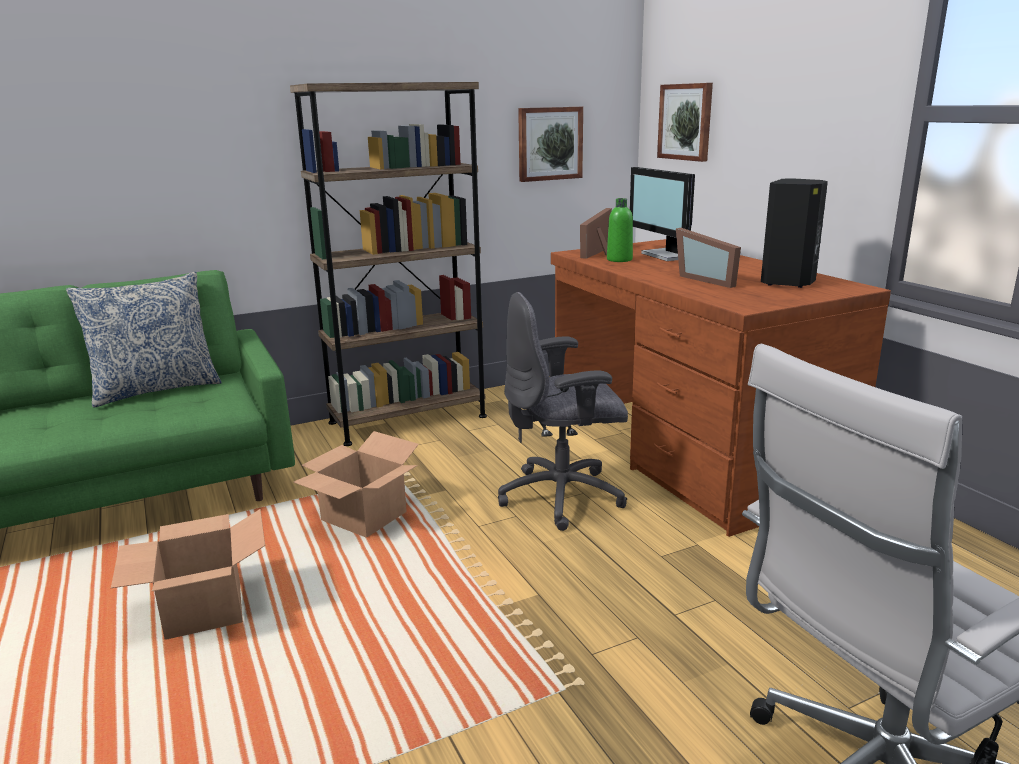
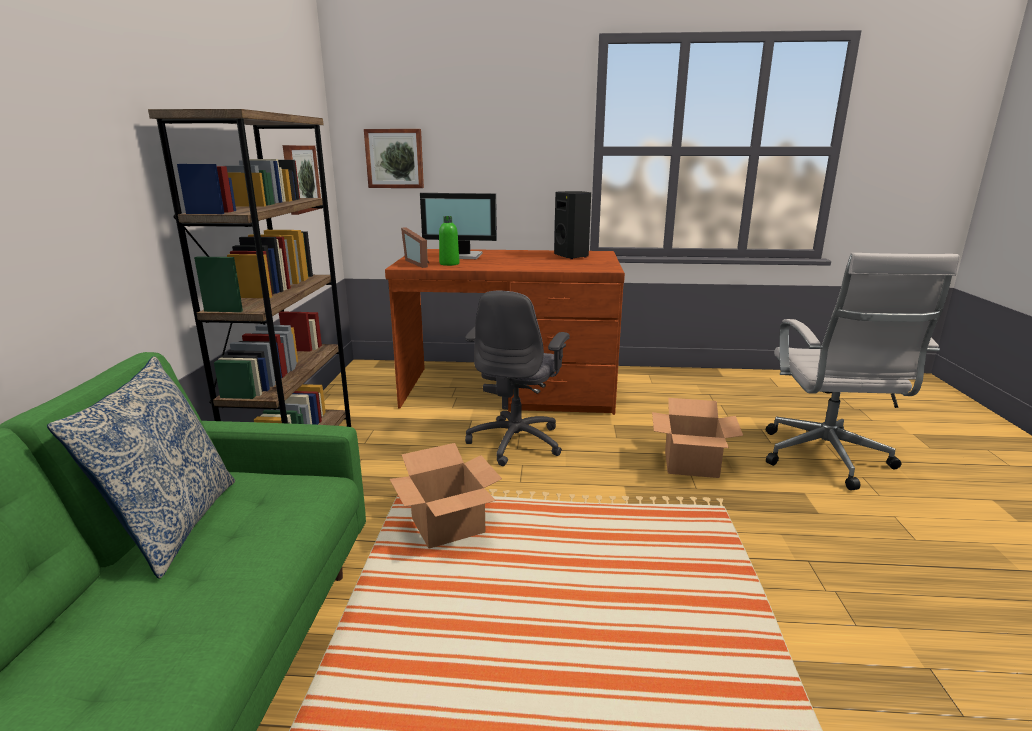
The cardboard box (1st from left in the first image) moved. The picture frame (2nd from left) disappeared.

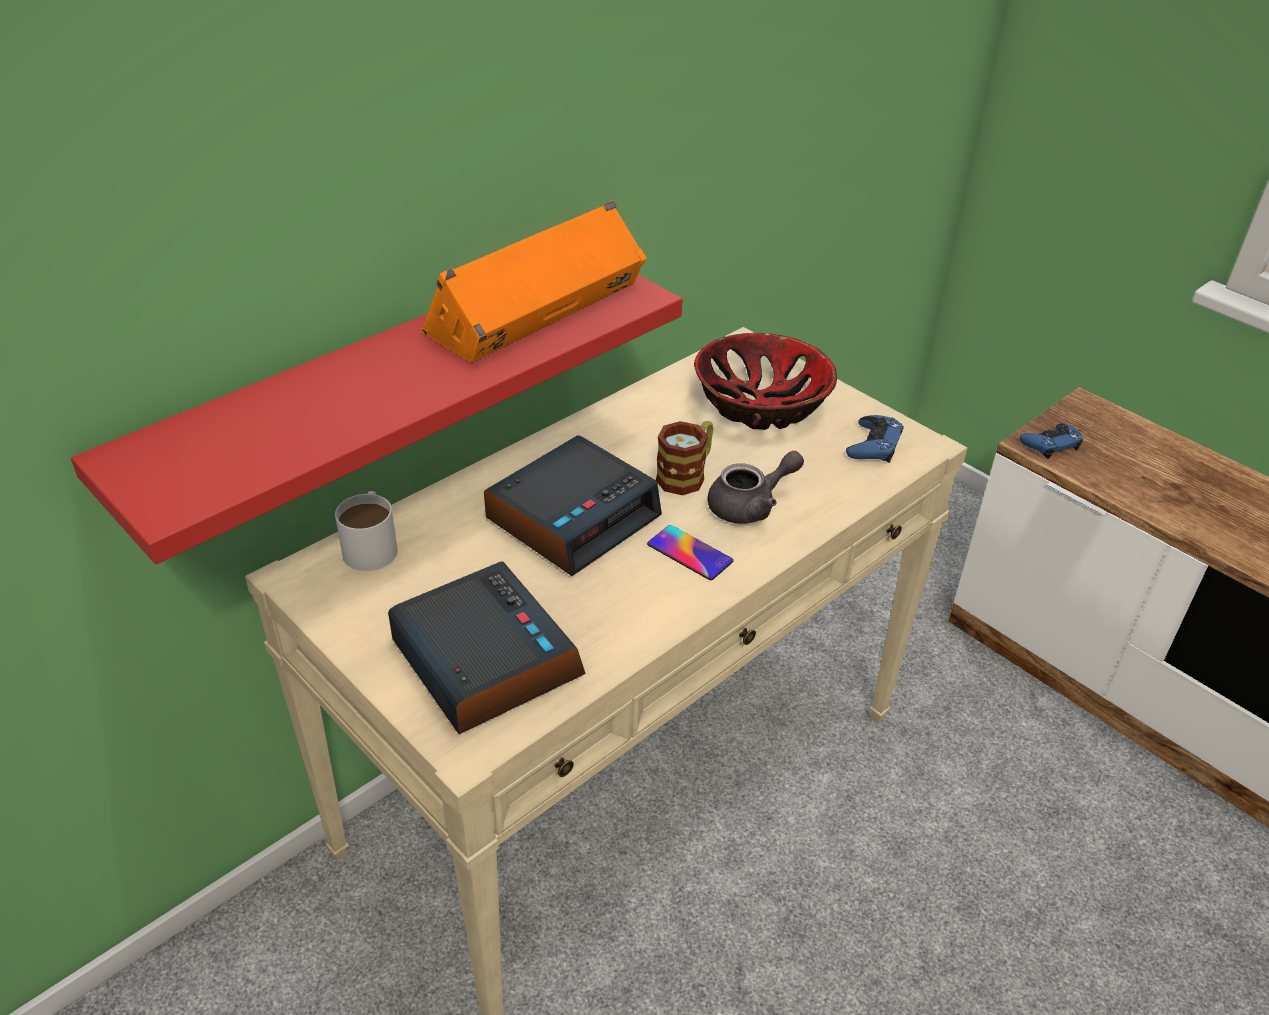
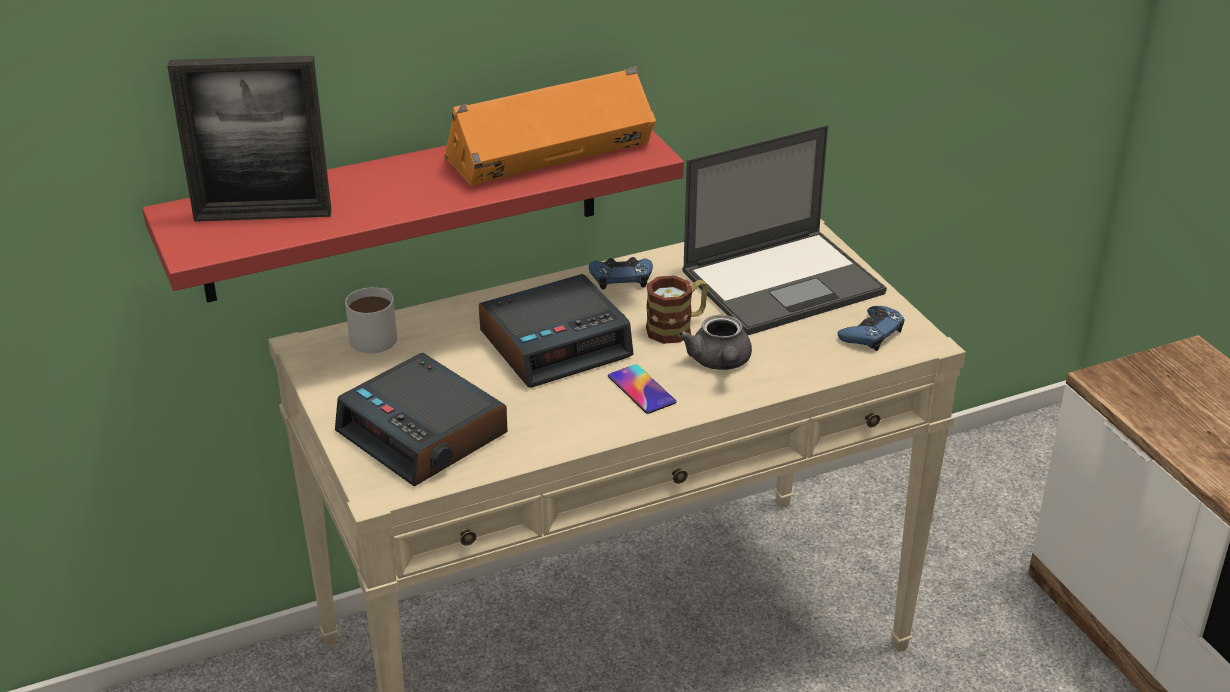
The alarm clock (1st from left) turned 150 degrees clockwise. The bowl was replaced by the laptop. The teapot (grey) turned 90 degrees clockwise. The game controller (blue) (2nd from left in the first image) moved. The picture frame appeared.

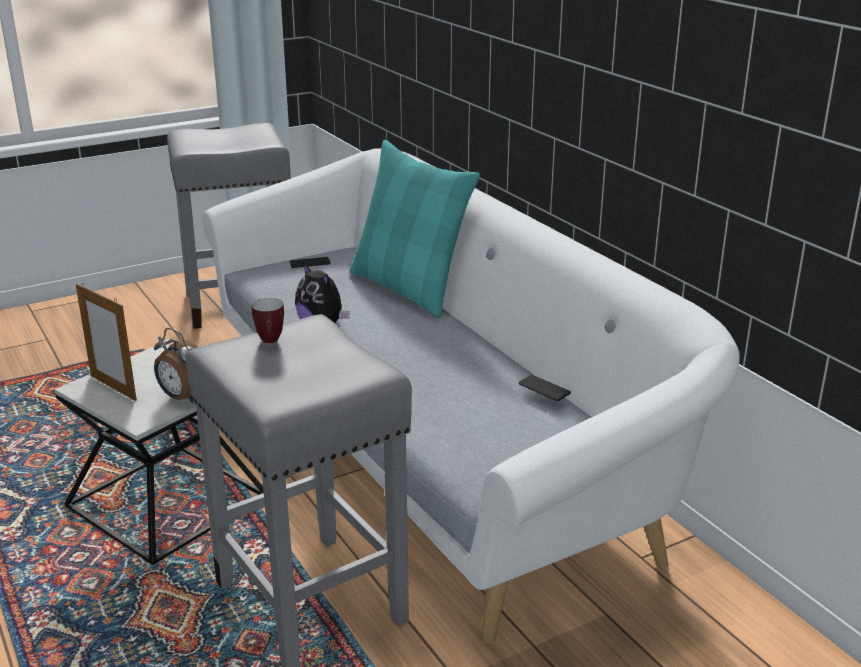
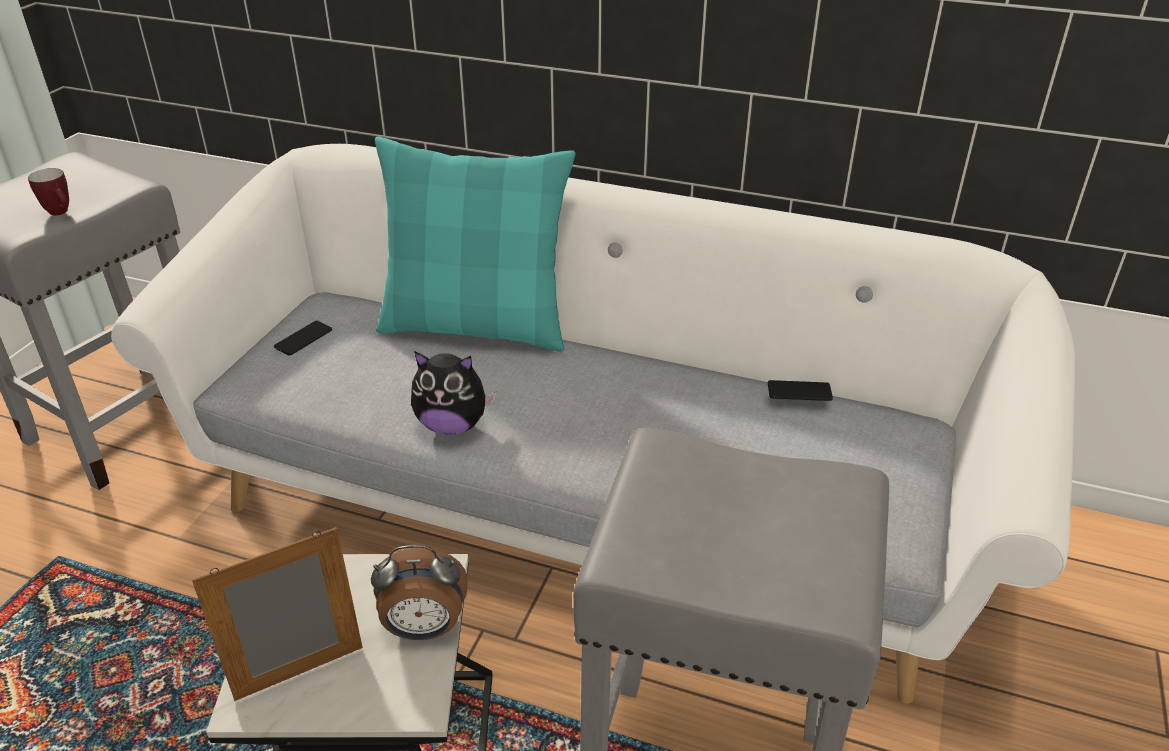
The picture frame turned 150 degrees clockwise. The mug moved.

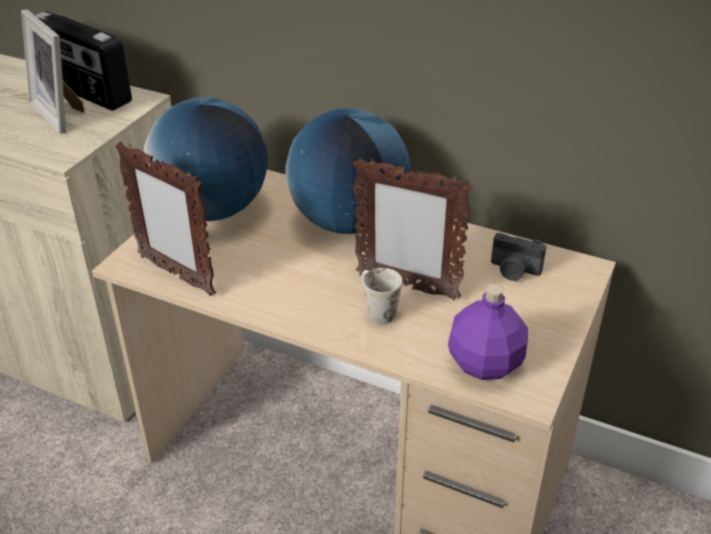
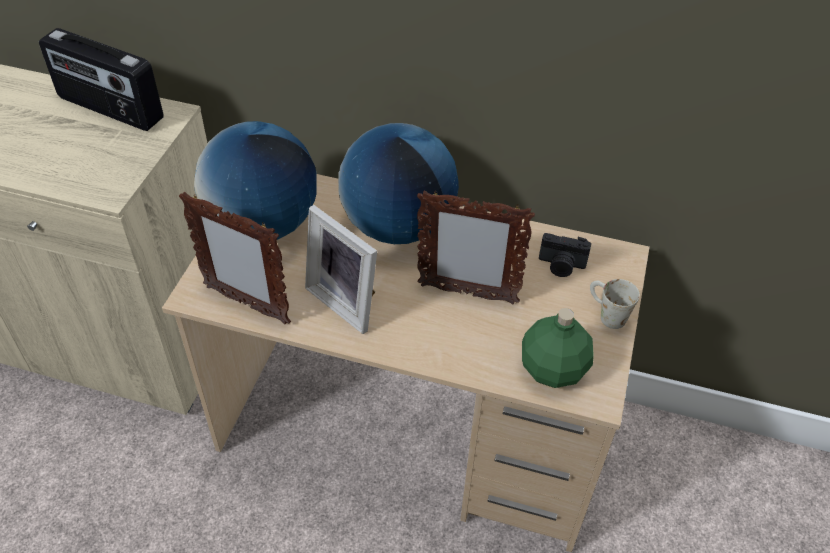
The picture frame (1st from left in the first image) moved. The mug (white) moved. The bottle (purple) became the bottle (green).

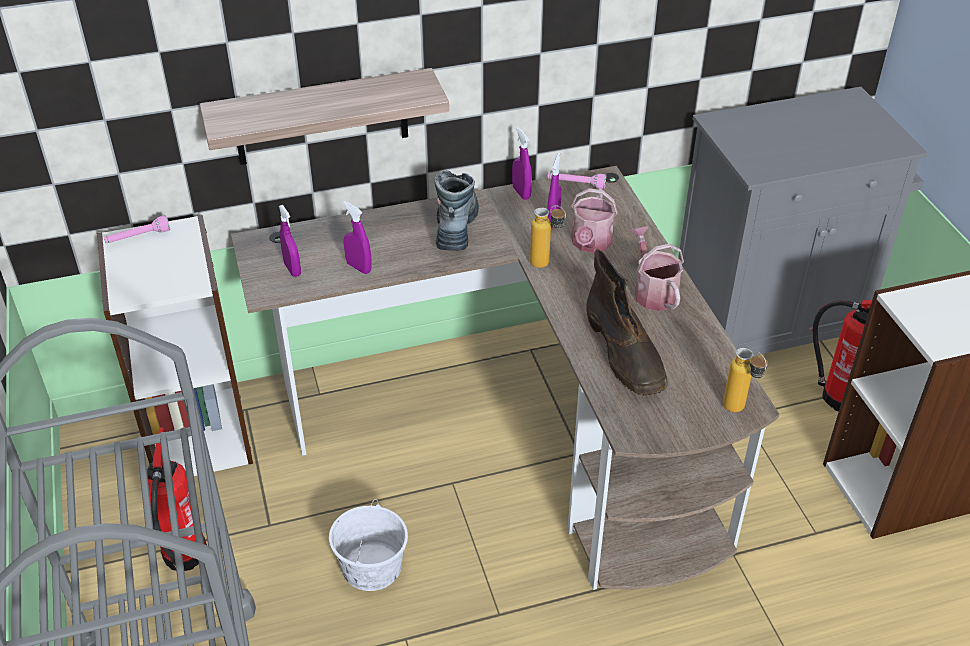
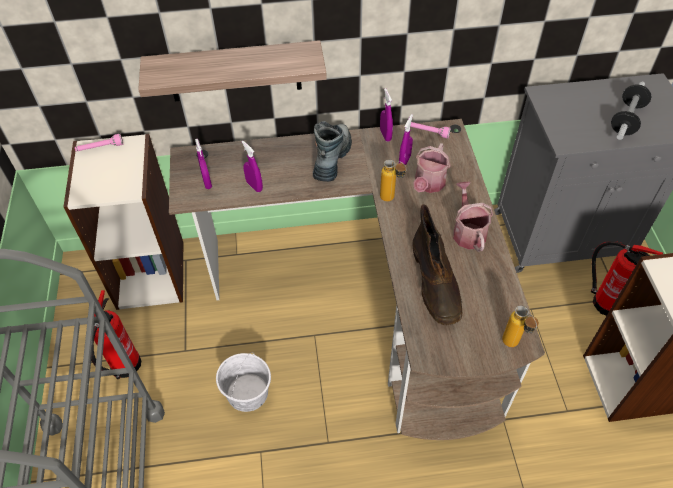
The dumbbell appeared.

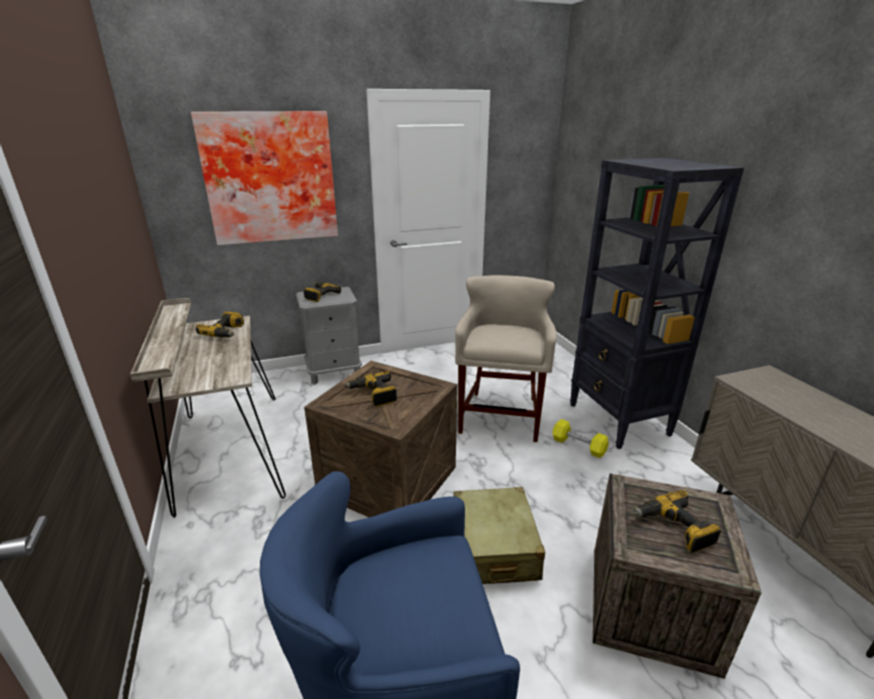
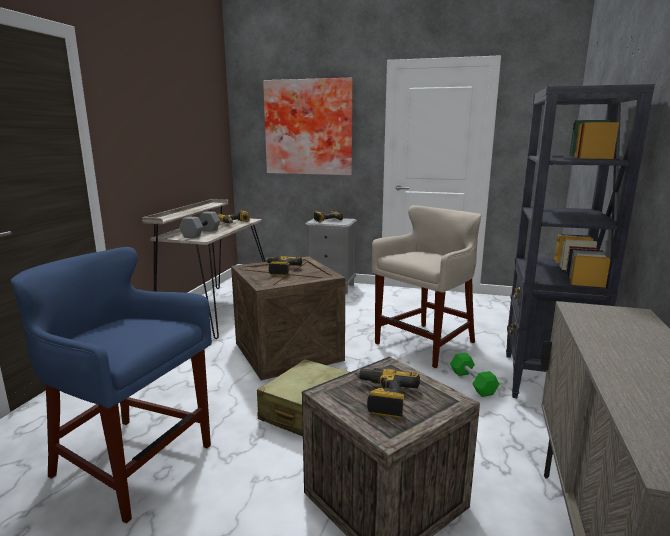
The dumbbell (yellow) became the dumbbell (green). The dumbbell (grey) appeared.

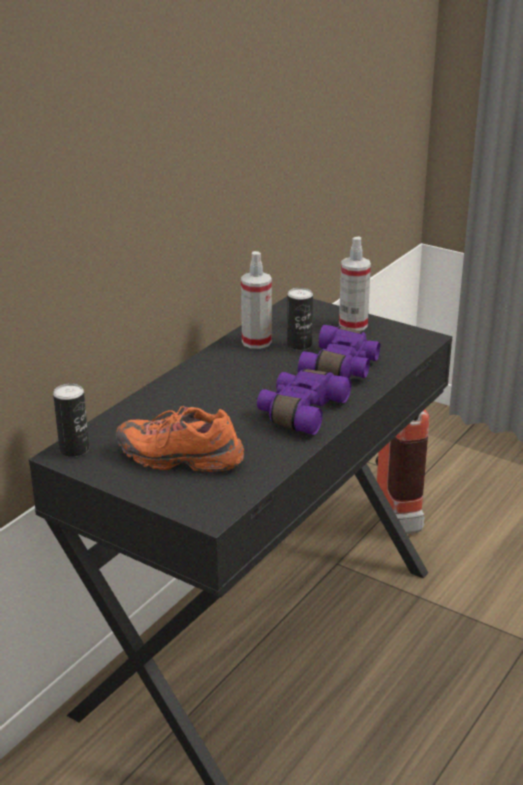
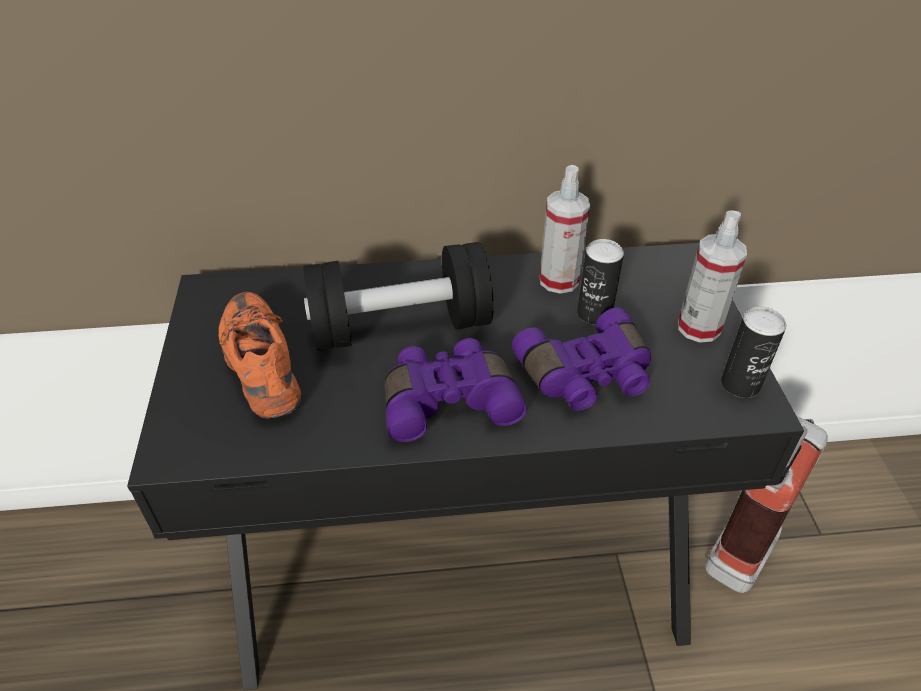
The can (1st from left in the first image) moved. The dumbbell (black) appeared.

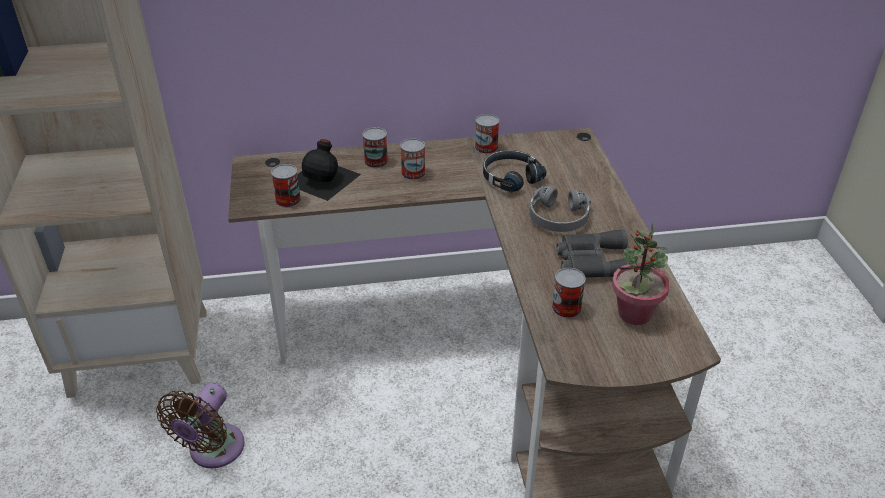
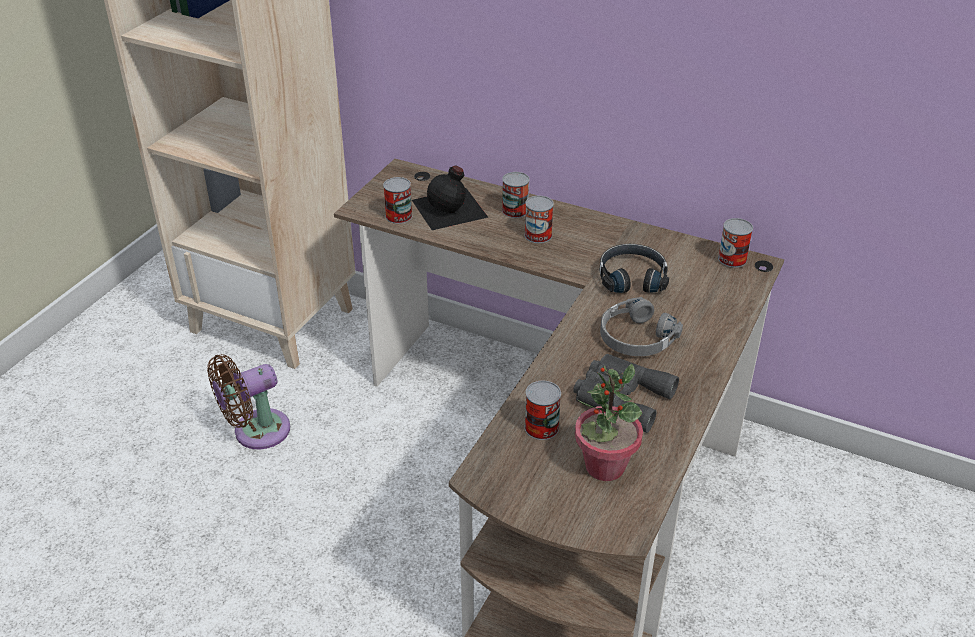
The can (4th from left in the first image) moved.

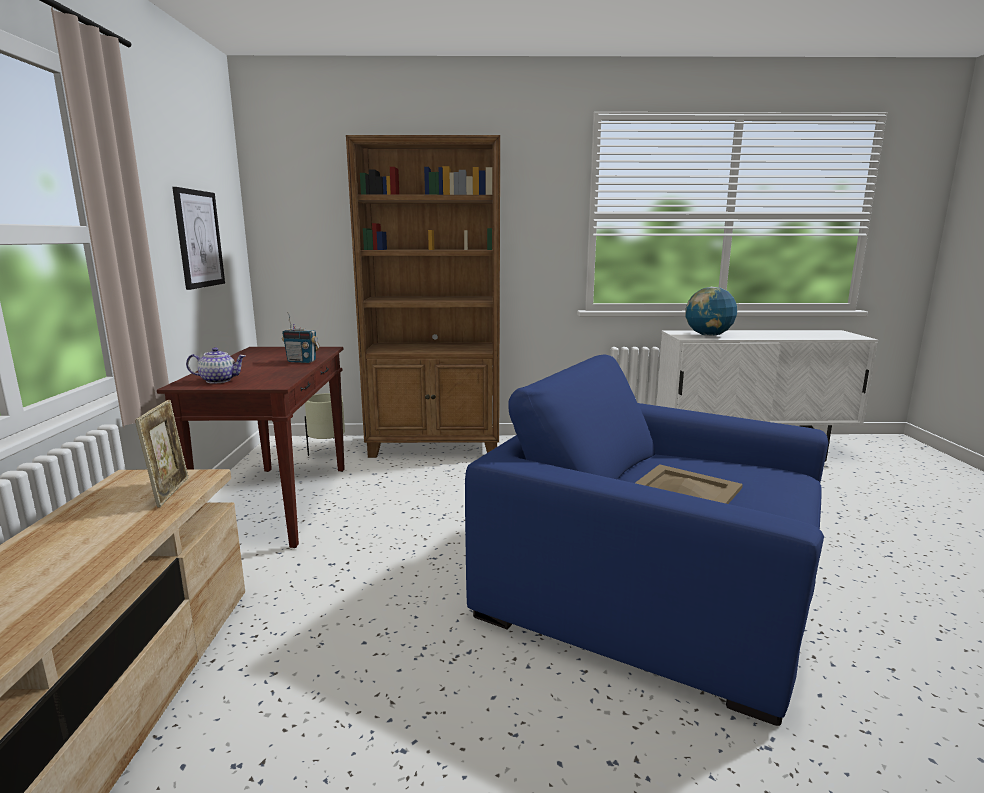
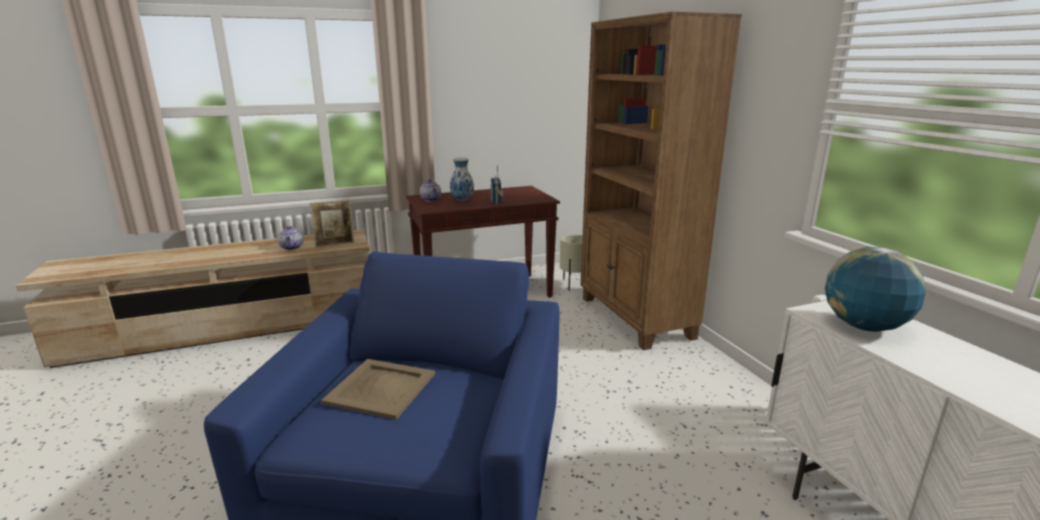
The picture disappeared. The teapot (1st from left) appeared. The vase appeared.

